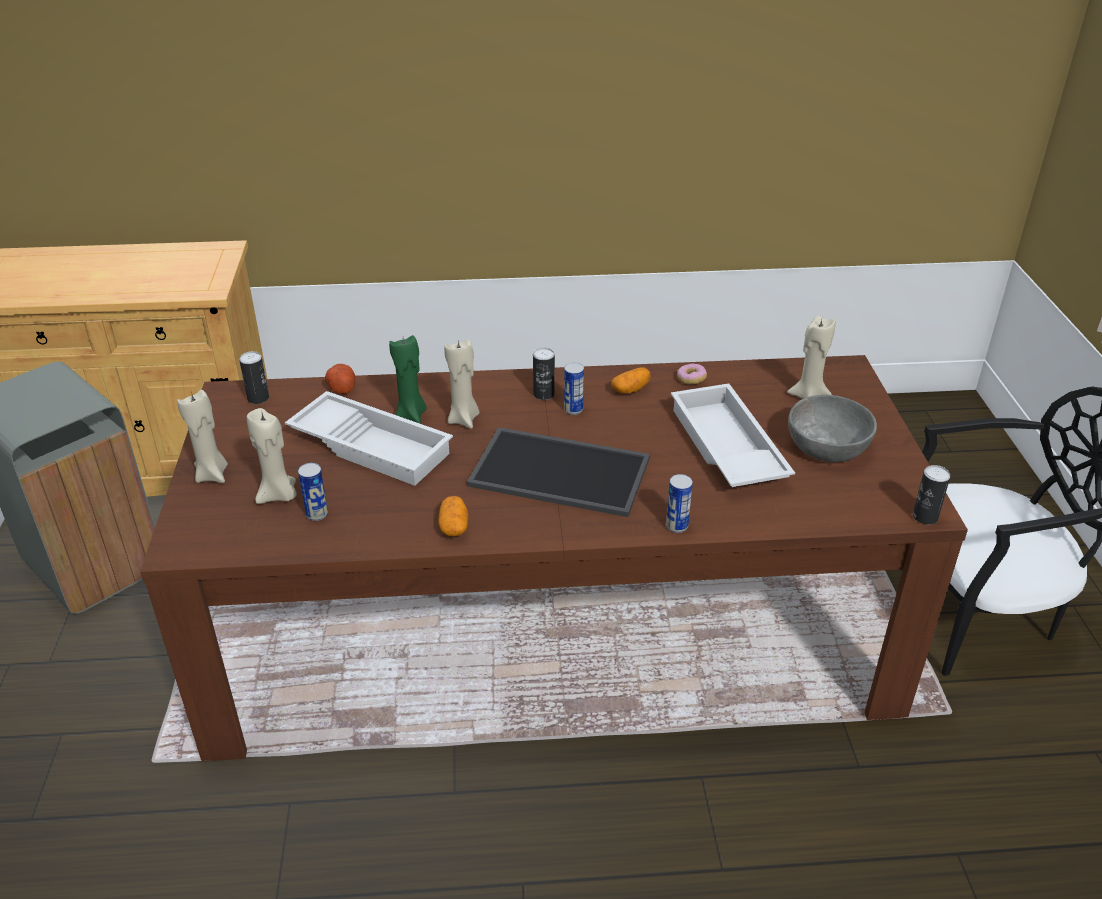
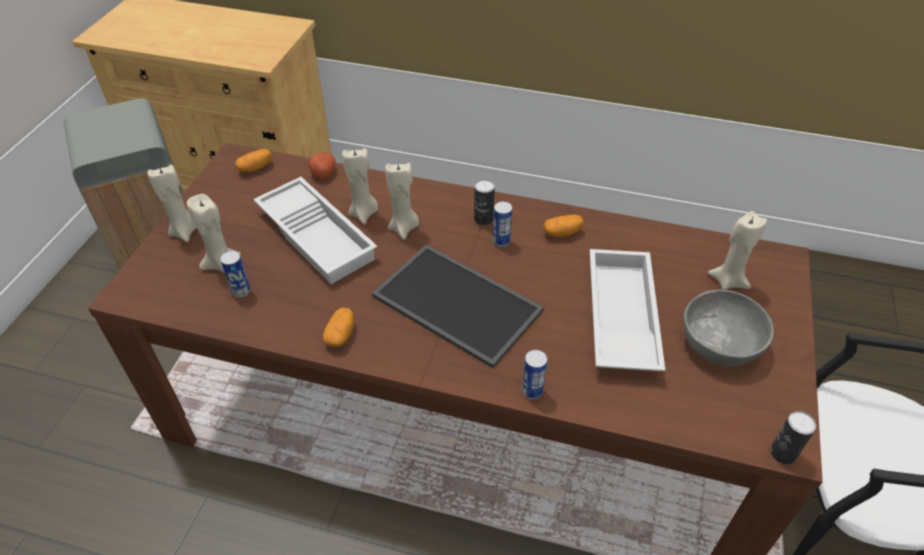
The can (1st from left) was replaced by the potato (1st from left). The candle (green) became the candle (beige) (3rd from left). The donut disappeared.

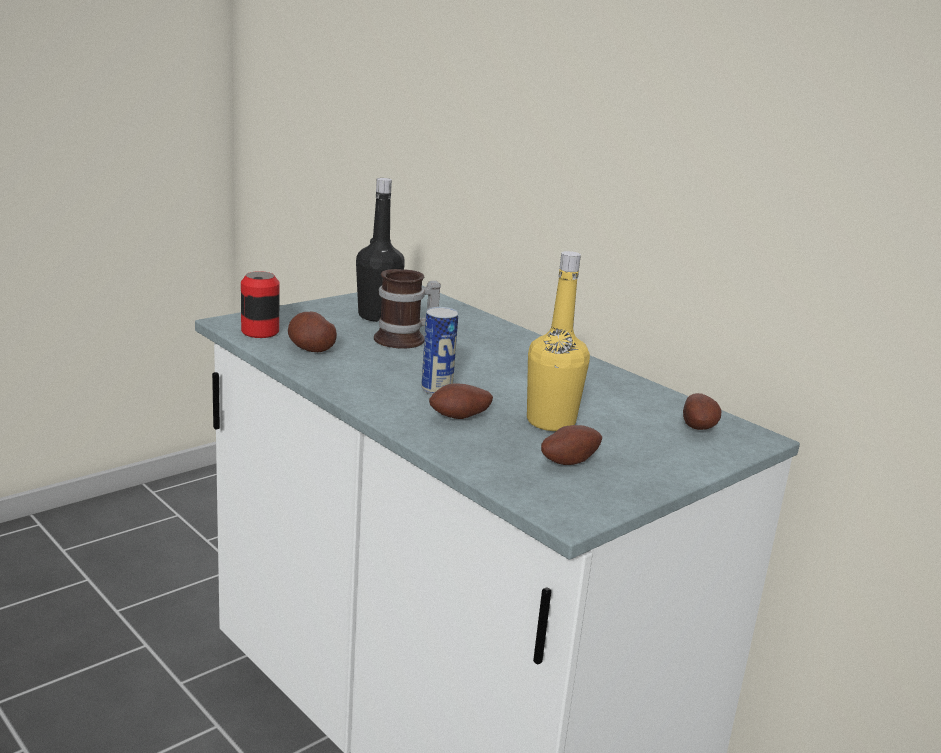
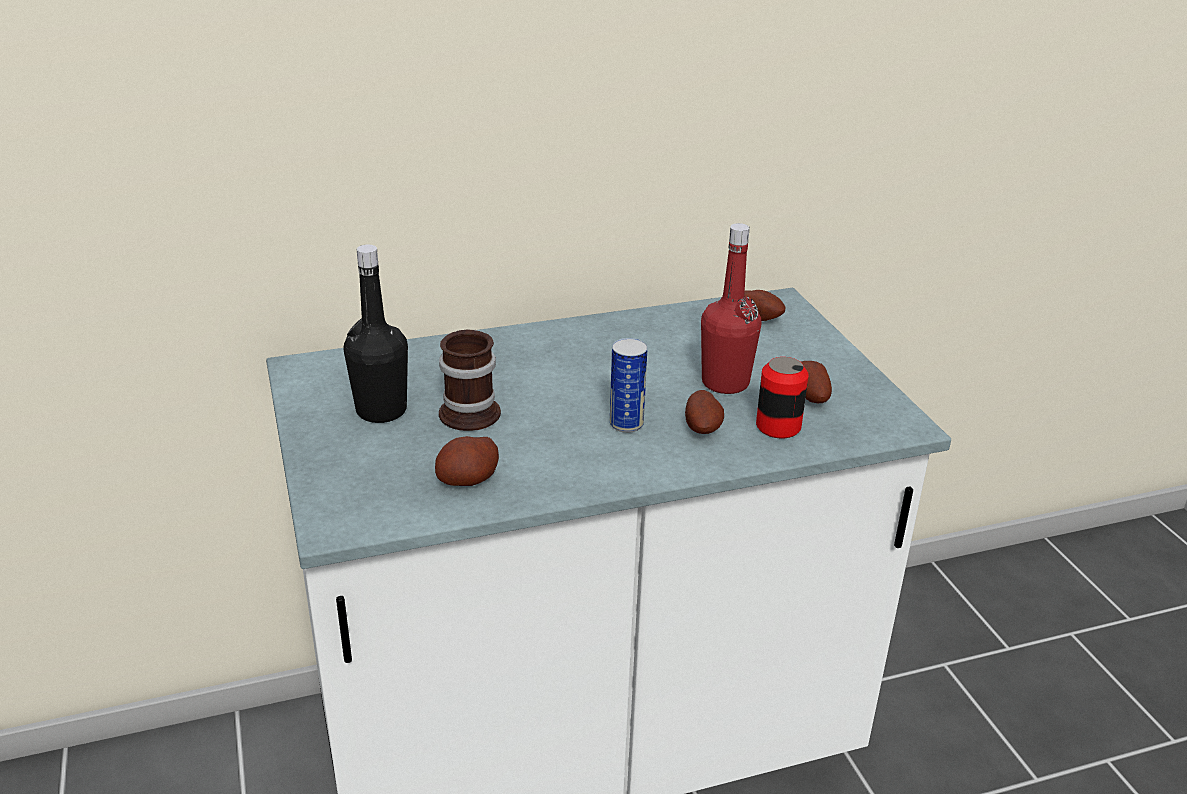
The can (1st from left in the first image) moved. The bottle (yellow) became the bottle (red).

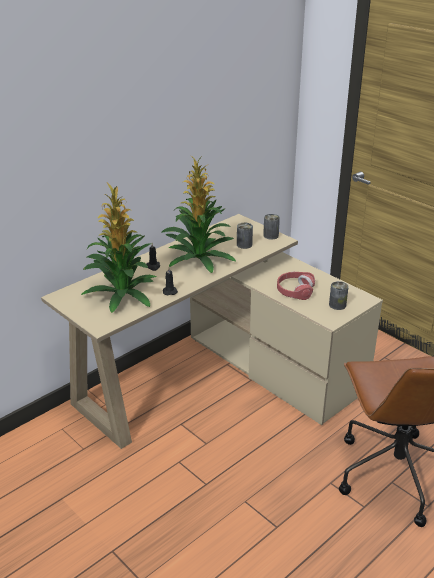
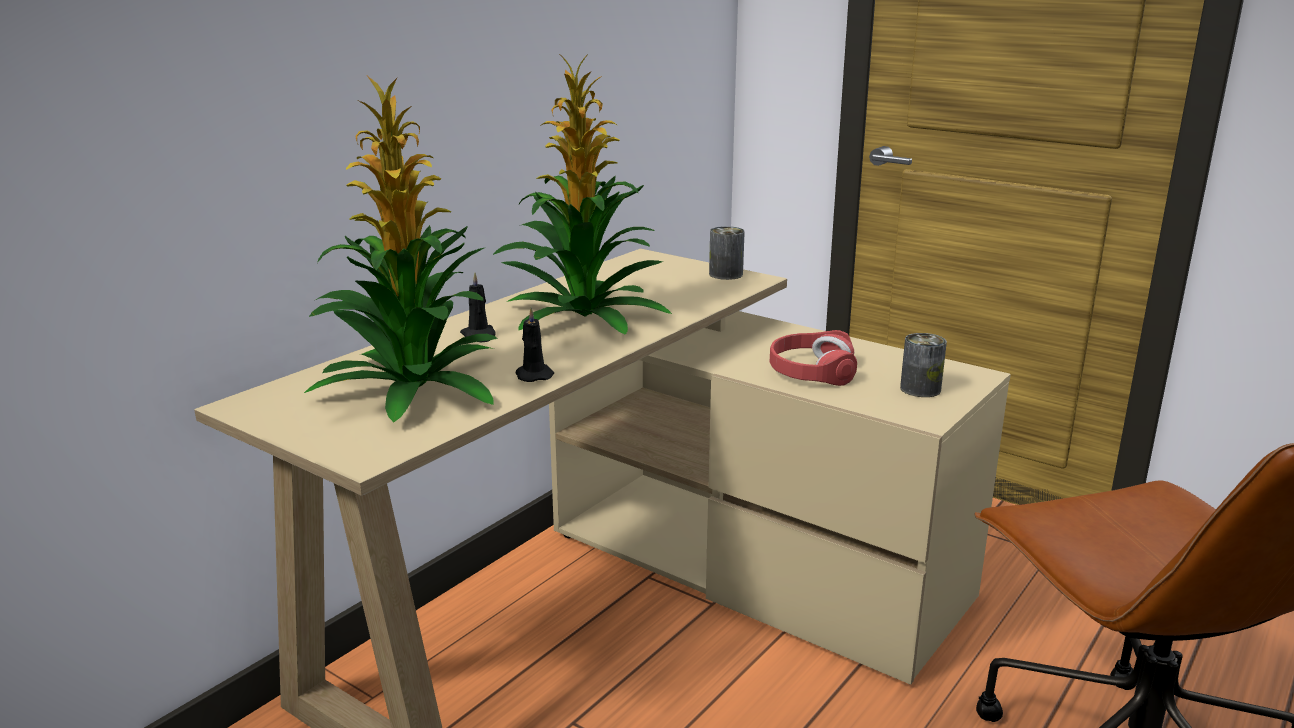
The can (1st from left) disappeared.

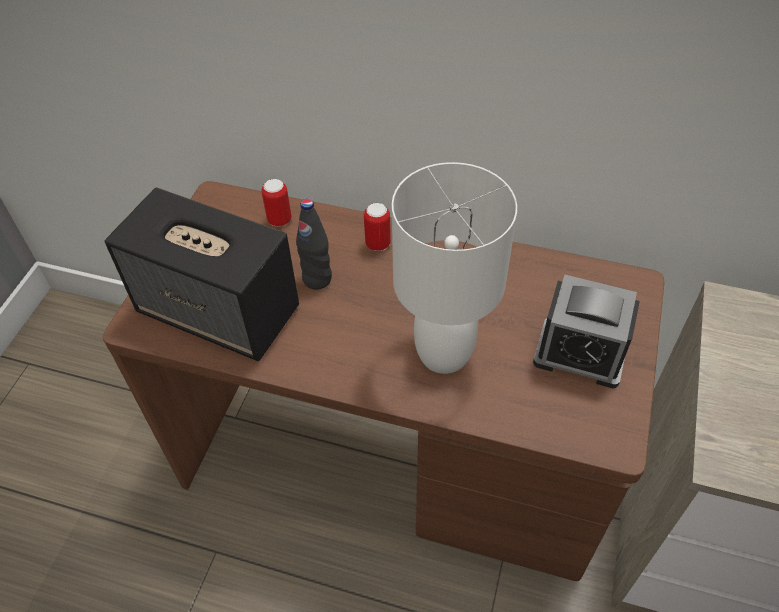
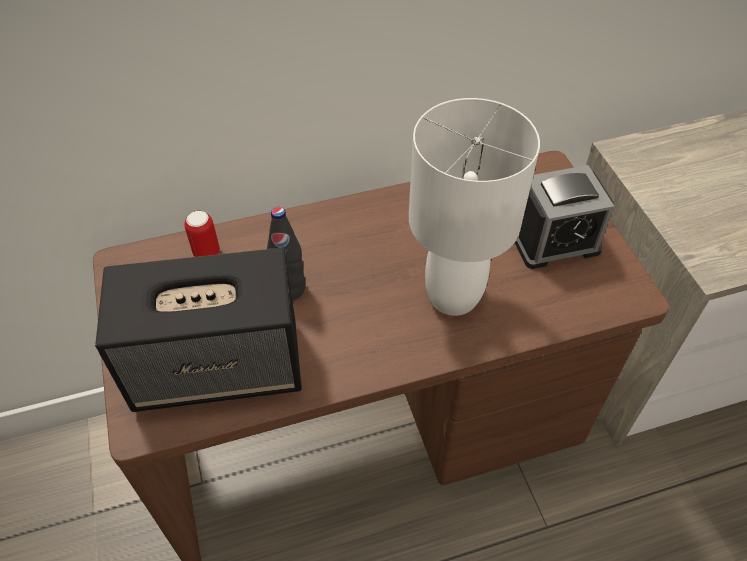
The can (2nd from left) disappeared.

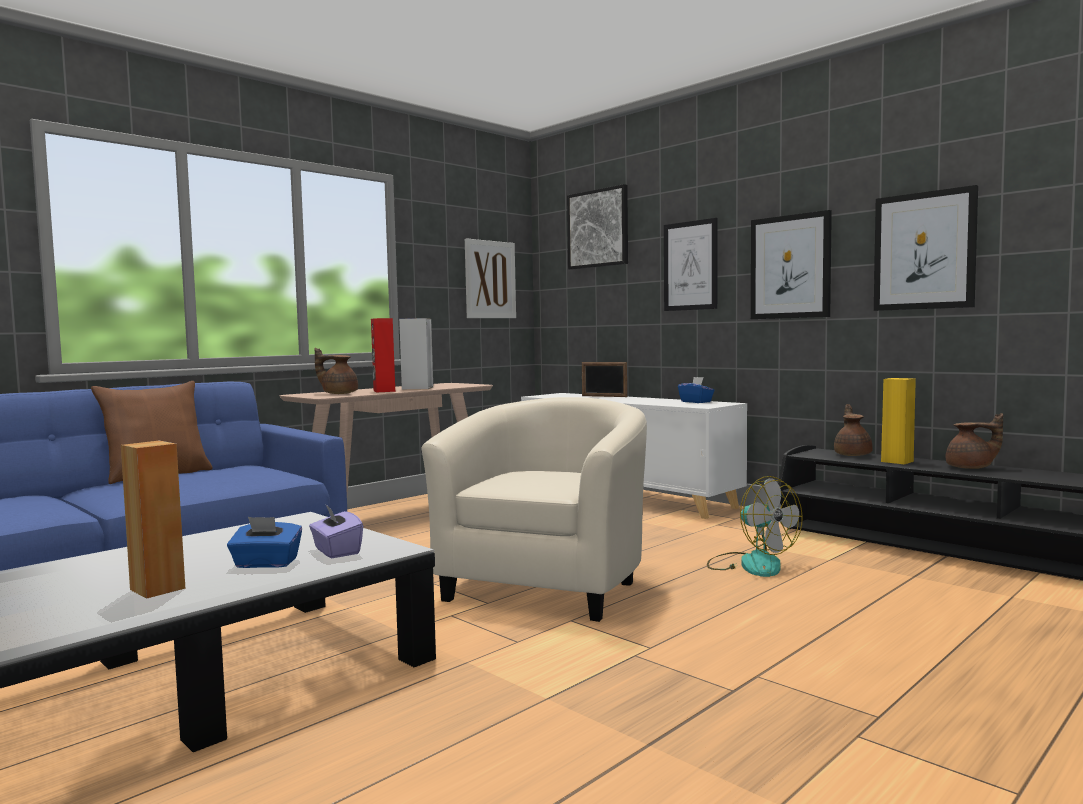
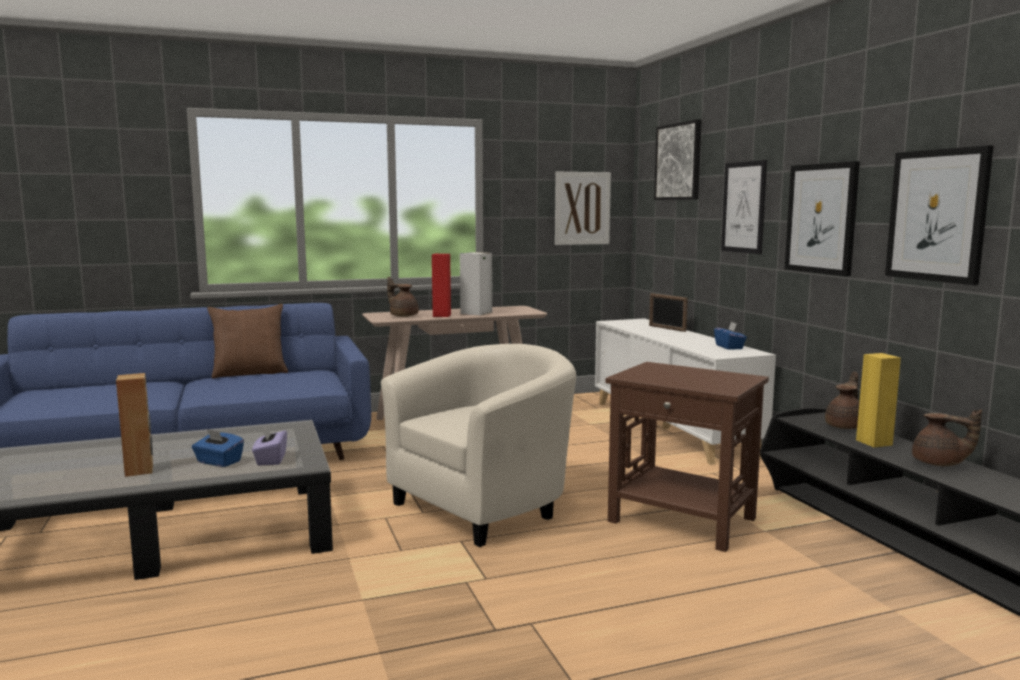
The fan was replaced by the side table (brown).

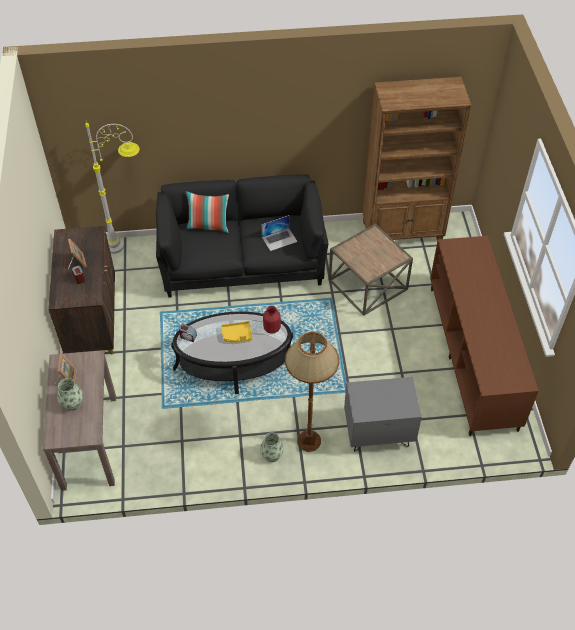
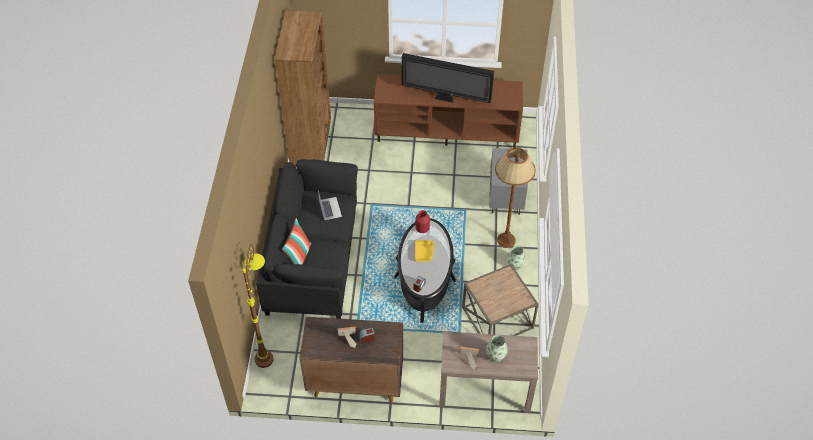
The floor lamp (grey) became the floor lamp (brown) (1st from left). The side table (brown) moved. The television appeared.

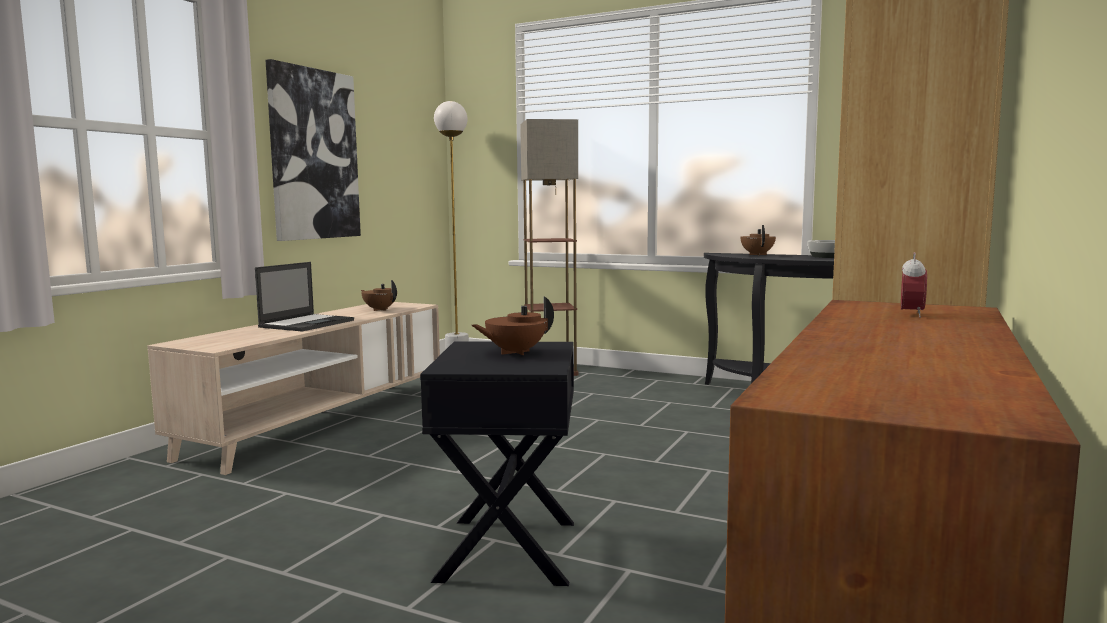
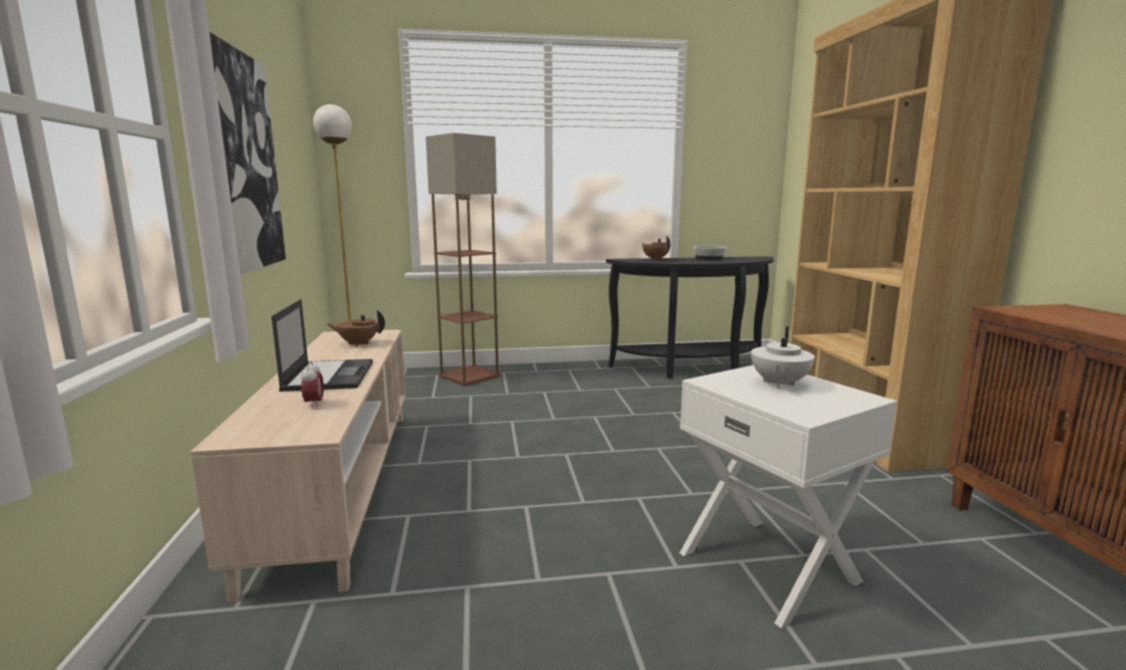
The side table (black) became the side table (white). The teapot (brown) (2nd from left) became the teapot (white). The alarm clock moved.

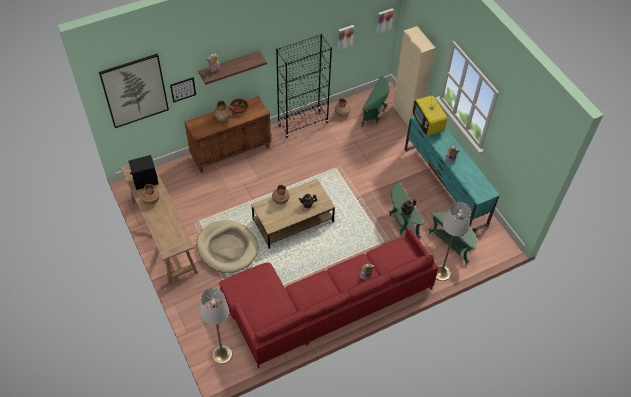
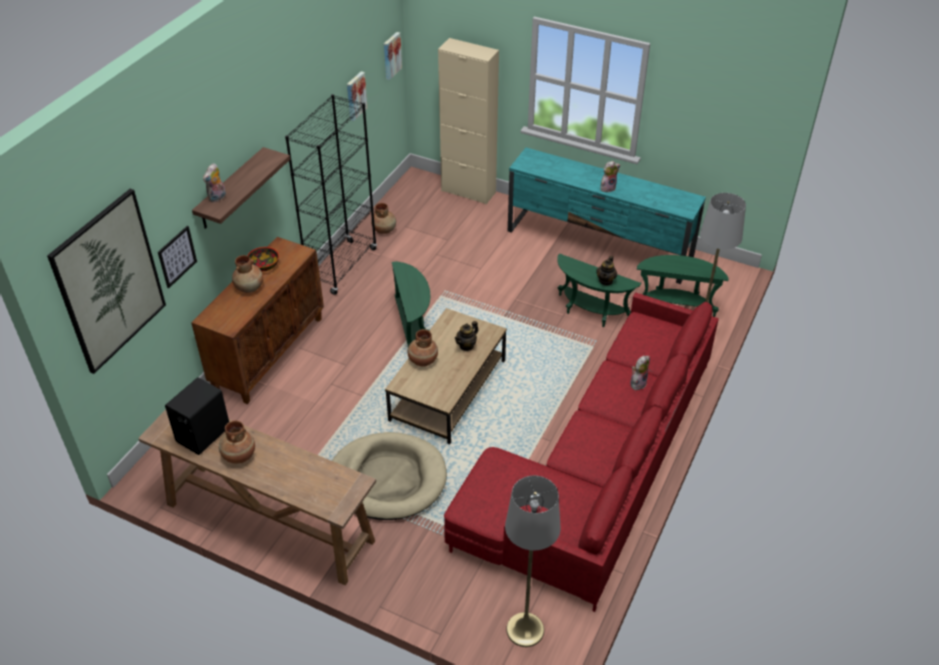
The side table (green) (1st from left) moved. The television disappeared.

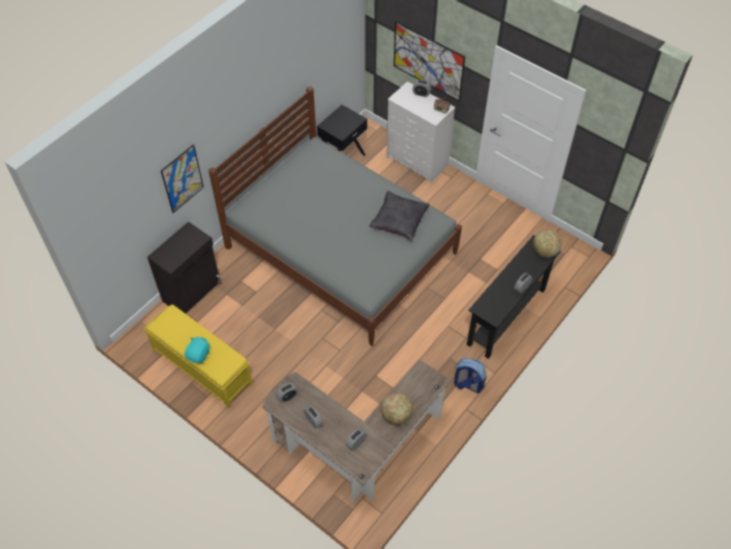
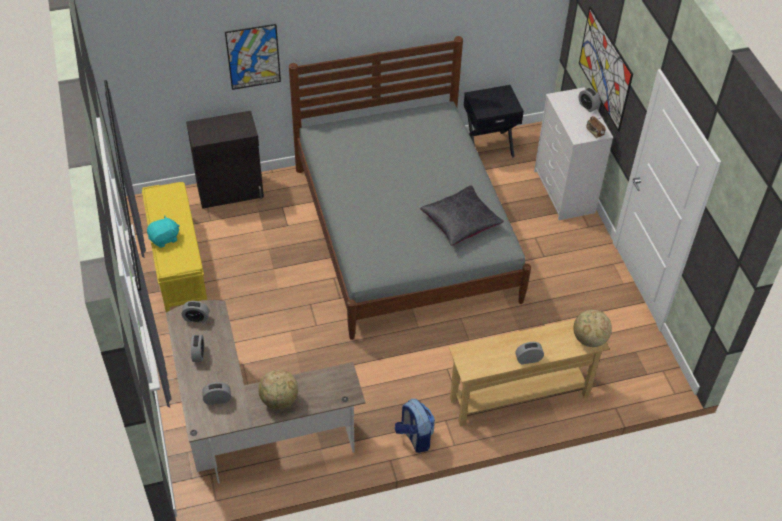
The console table (black) became the console table (beige).

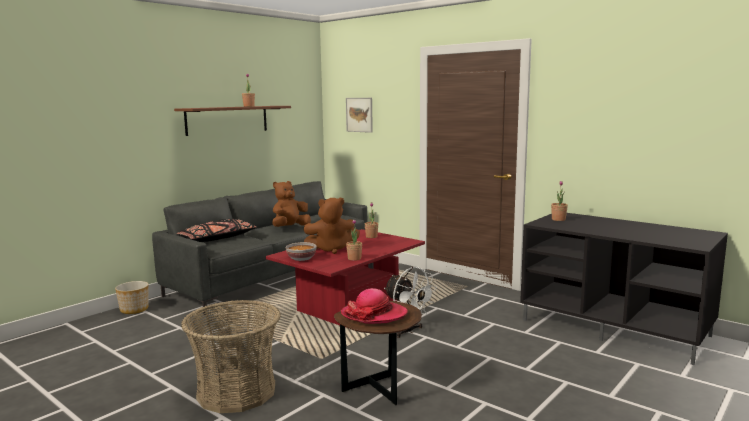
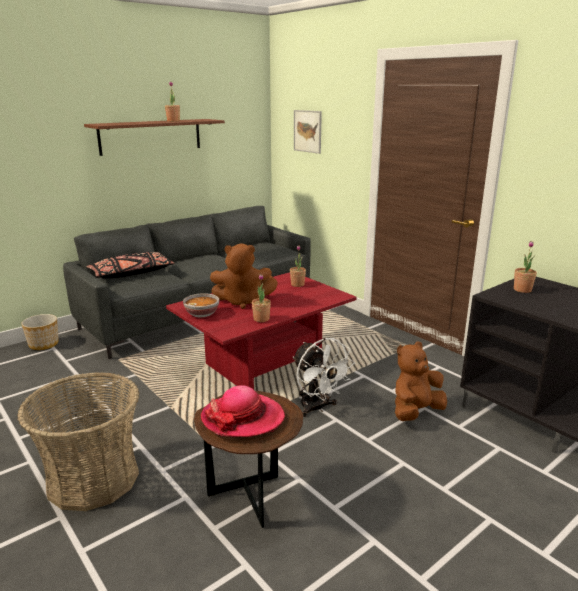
The plush toy (brown) (1st from left in the first image) moved.

